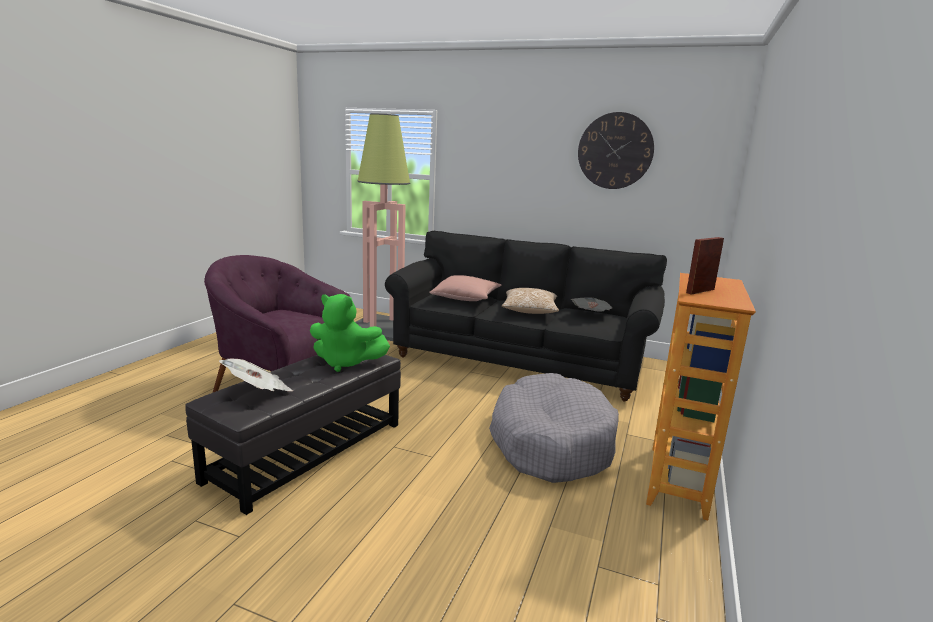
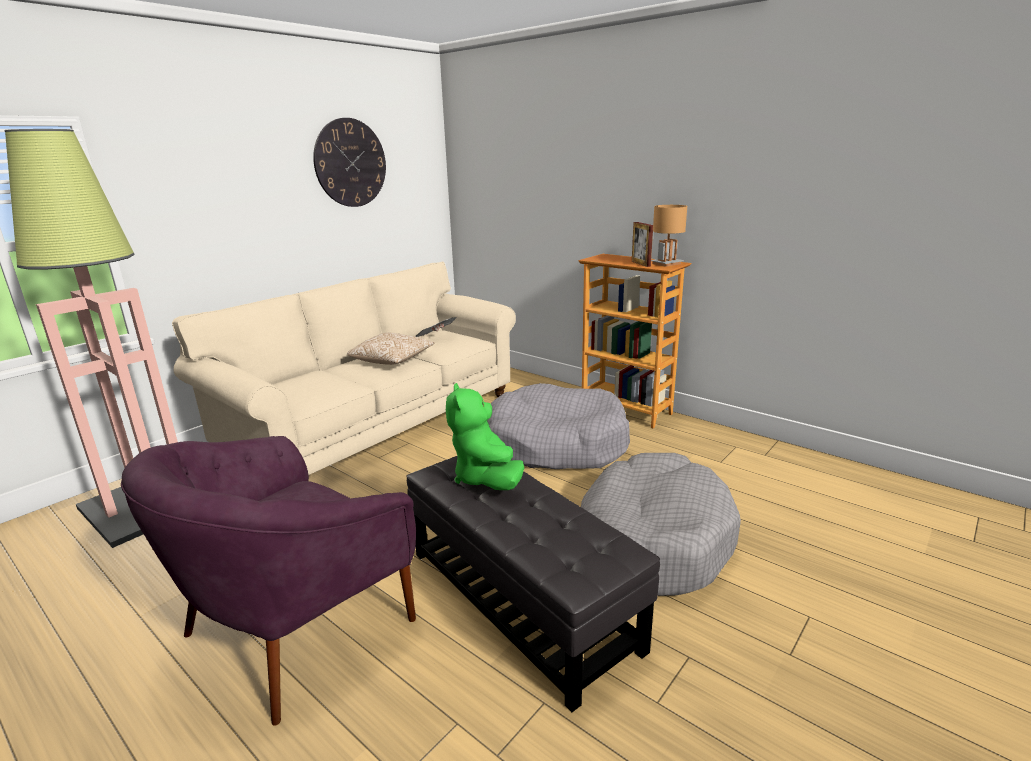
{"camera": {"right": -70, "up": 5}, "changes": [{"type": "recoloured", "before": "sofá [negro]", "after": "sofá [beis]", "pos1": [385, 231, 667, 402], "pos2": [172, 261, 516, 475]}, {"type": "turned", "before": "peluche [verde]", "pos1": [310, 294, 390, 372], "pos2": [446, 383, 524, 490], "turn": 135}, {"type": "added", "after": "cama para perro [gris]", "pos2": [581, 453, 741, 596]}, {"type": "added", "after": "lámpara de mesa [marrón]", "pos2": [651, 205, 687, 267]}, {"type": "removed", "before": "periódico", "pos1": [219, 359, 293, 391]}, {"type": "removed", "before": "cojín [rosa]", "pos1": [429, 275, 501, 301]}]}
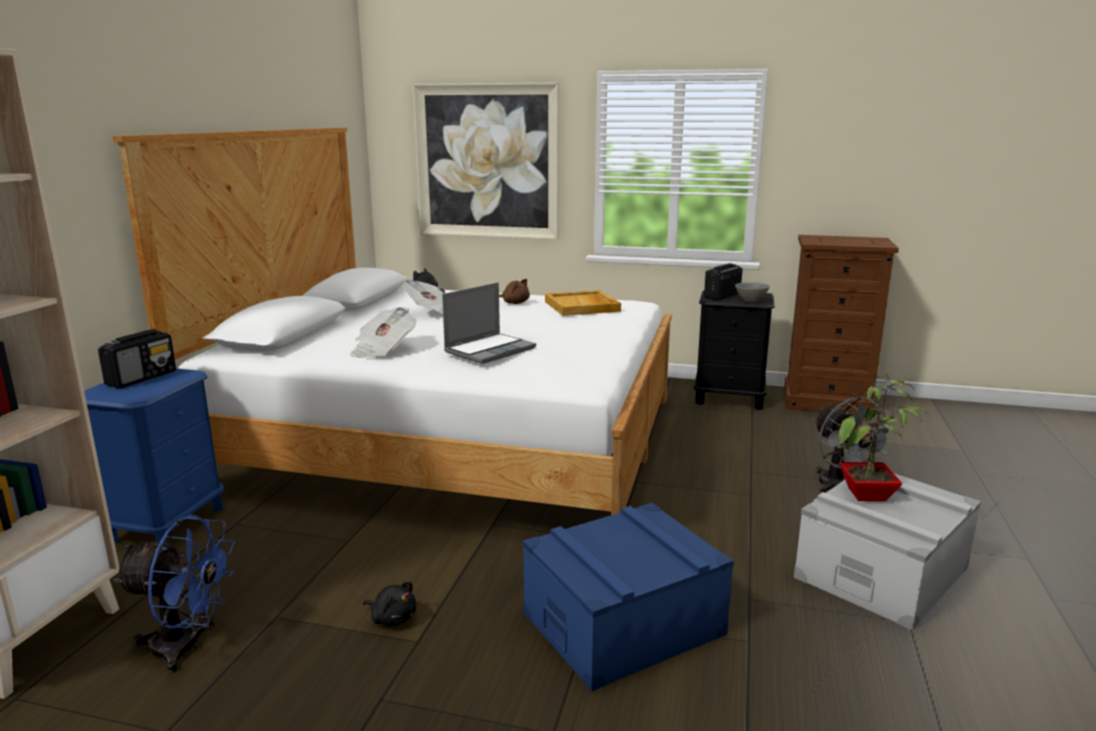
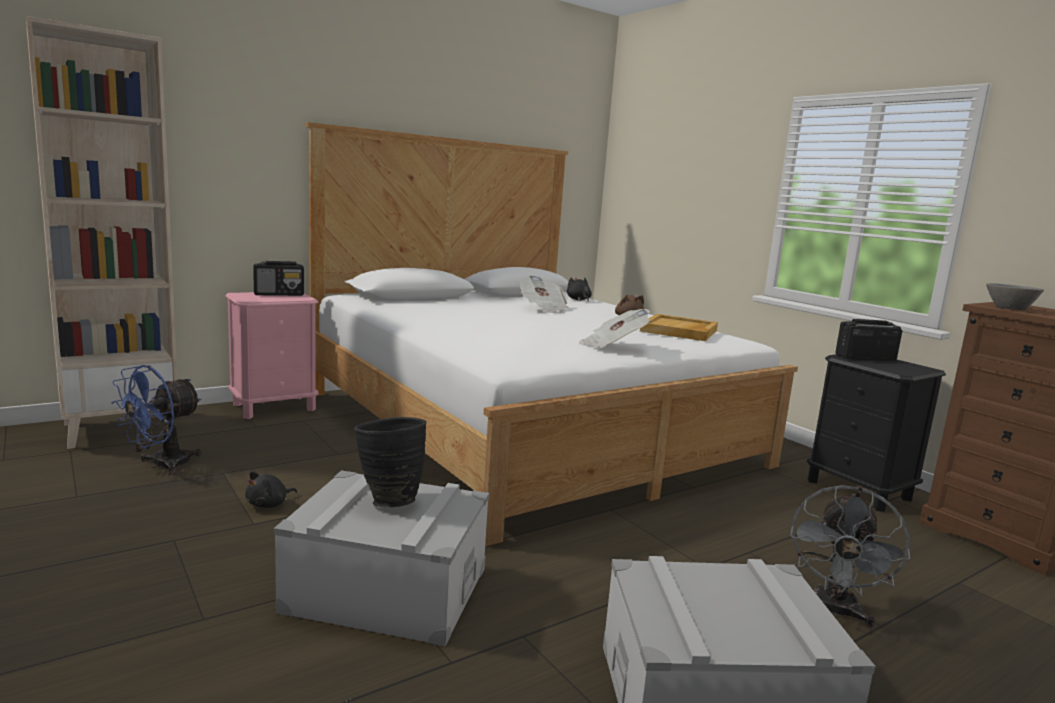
{"camera": {"right": 40, "up": -5}, "changes": [{"type": "turned", "before": "ventilador [azul]", "pos1": [113, 515, 235, 673], "pos2": [111, 365, 202, 475], "turn": 75}, {"type": "recoloured", "before": "mesita de noche [azul]", "after": "mesita de noche [rosa]", "pos1": [84, 368, 224, 543], "pos2": [225, 292, 319, 419]}, {"type": "turned", "before": "peluche [negro]", "pos1": [363, 581, 416, 626], "pos2": [245, 472, 297, 508], "turn": 60}, {"type": "recoloured", "before": "caja de almacenaje [azul]", "after": "caja de almacenaje [gris]", "pos1": [523, 503, 734, 692], "pos2": [274, 470, 489, 646]}, {"type": "added", "after": "florero [negro]", "pos2": [354, 417, 427, 507]}, {"type": "moved", "before": "periódico", "pos1": [350, 307, 416, 358], "pos2": [579, 309, 650, 348]}, {"type": "moved", "before": "cuenco [gris]", "pos1": [735, 282, 770, 302], "pos2": [986, 283, 1044, 310]}, {"type": "removed", "before": "cuadro", "pos1": [413, 83, 560, 240]}, {"type": "removed", "before": "portátil", "pos1": [442, 282, 536, 364]}, {"type": "removed", "before": "planta en maceta", "pos1": [837, 376, 931, 501]}]}
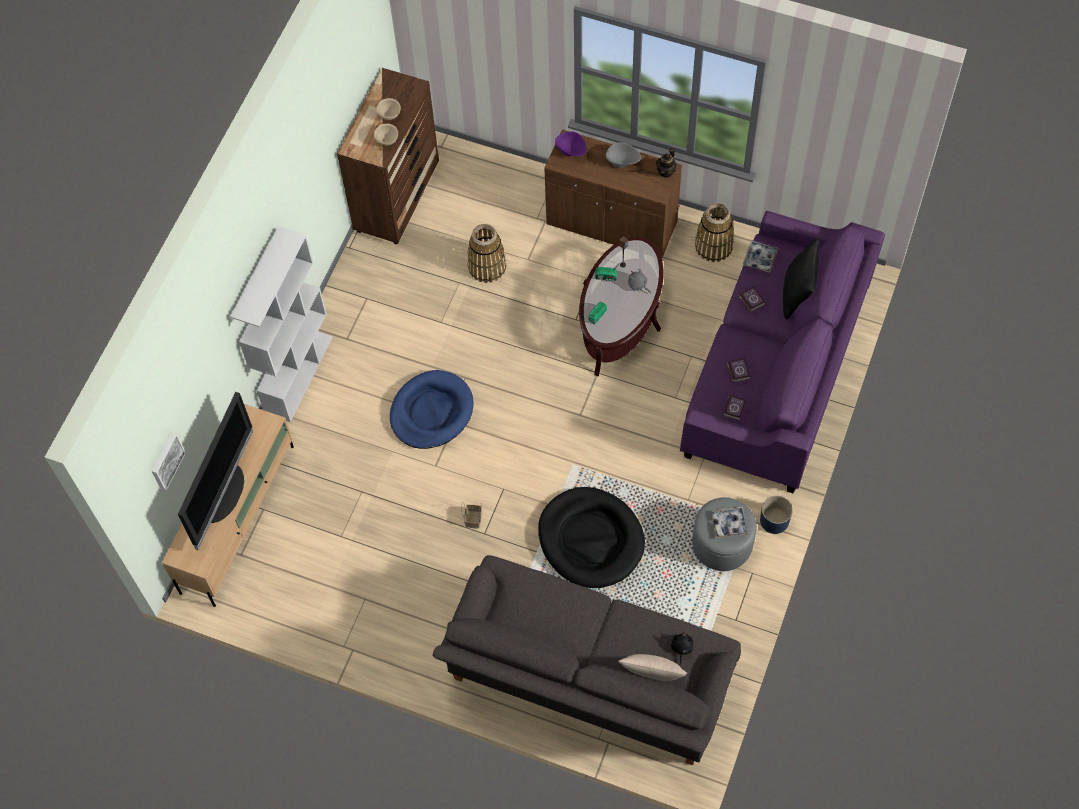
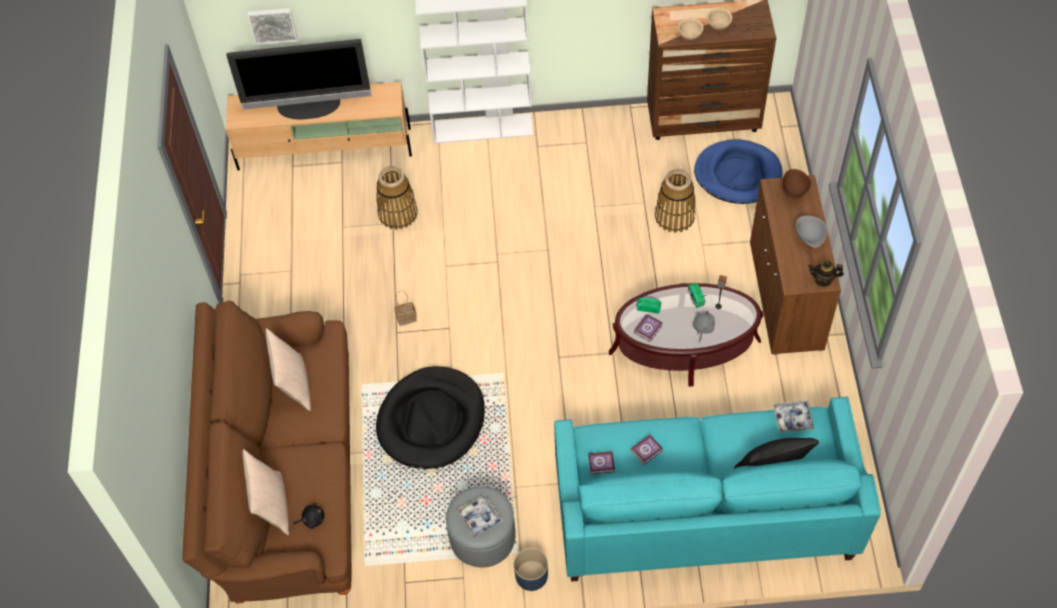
{"camera": {"right": 65, "up": -5}, "changes": [{"type": "recoloured", "before": "sofá [gris]", "after": "sofá [marrón]", "pos1": [433, 555, 741, 765], "pos2": [182, 301, 352, 604]}, {"type": "added", "after": "cojín [beis]", "pos2": [266, 328, 311, 411]}, {"type": "moved", "before": "cesta", "pos1": [695, 203, 734, 262], "pos2": [376, 166, 418, 230]}, {"type": "recoloured", "before": "sofá [morado]", "after": "sofá [turquesa]", "pos1": [680, 211, 885, 493], "pos2": [554, 396, 881, 582]}, {"type": "moved", "before": "libro", "pos1": [739, 286, 765, 312], "pos2": [634, 314, 662, 342]}, {"type": "moved", "before": "cama para perro [azul]", "pos1": [390, 370, 473, 449], "pos2": [694, 139, 782, 204]}, {"type": "recoloured", "before": "cuenco [morado]", "after": "cuenco [marrón]", "pos1": [555, 131, 587, 157], "pos2": [782, 169, 811, 200]}]}
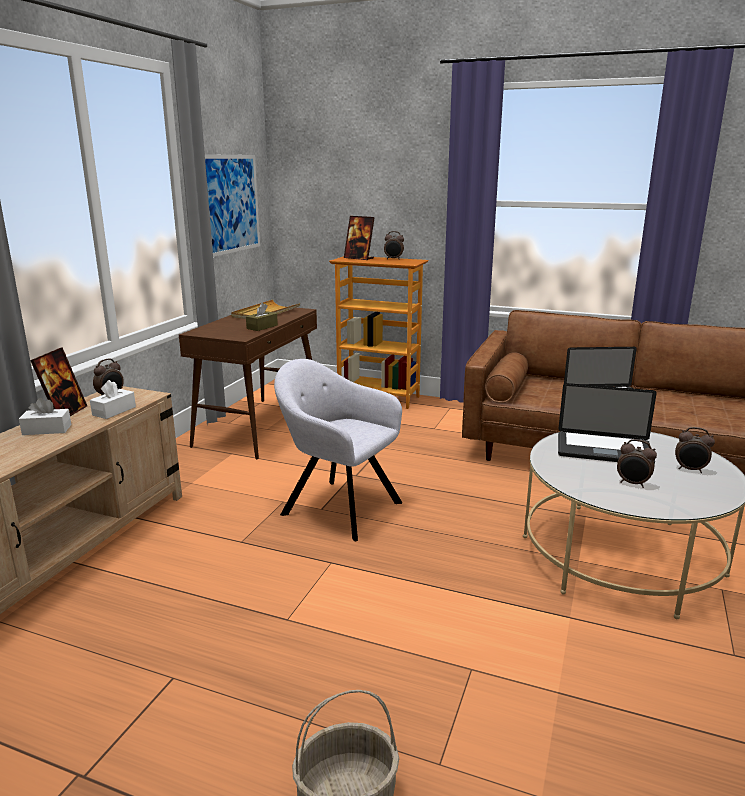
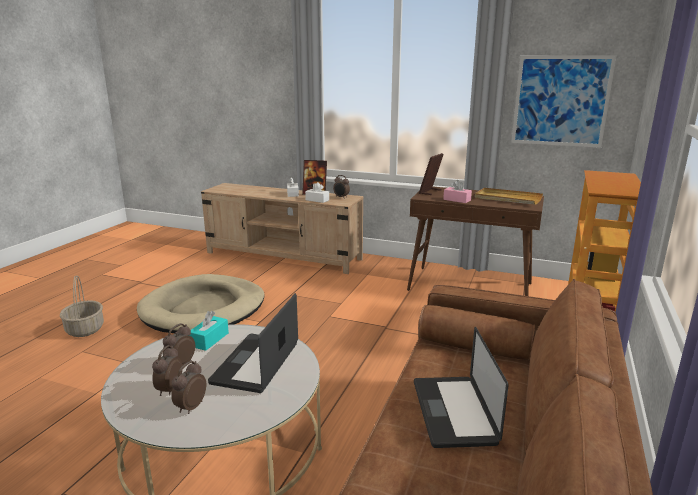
{"camera": {"right": 90, "up": 0}, "changes": [{"type": "added", "after": "cama para perro [beis]", "pos2": [137, 274, 265, 333]}, {"type": "moved", "before": "despertador", "pos1": [384, 231, 404, 260], "pos2": [152, 345, 182, 396]}, {"type": "added", "after": "caja de pañuelos [turquesa]", "pos2": [189, 311, 229, 351]}, {"type": "moved", "before": "portarretratos", "pos1": [344, 216, 375, 260], "pos2": [419, 153, 444, 195]}, {"type": "recoloured", "before": "caja de pañuelos [marrón]", "after": "caja de pañuelos [rosa]", "pos1": [246, 303, 278, 331], "pos2": [443, 180, 472, 203]}, {"type": "removed", "before": "sillón [gris]", "pos1": [274, 359, 402, 541]}]}
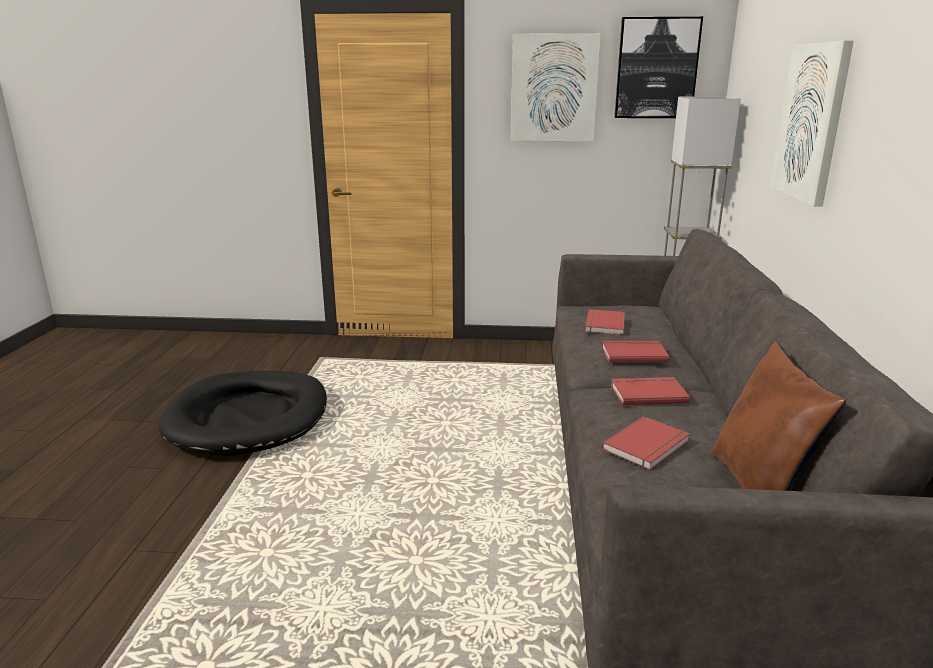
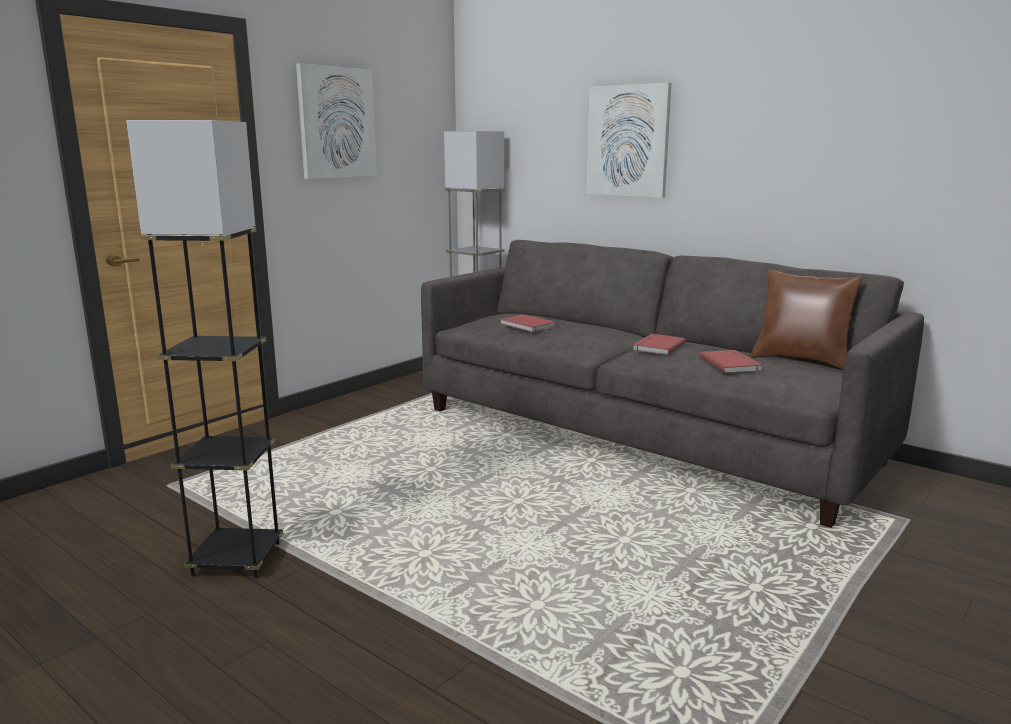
{"camera": {"right": -55, "up": -5}, "changes": [{"type": "replaced", "before": "cama para perro [negro]", "after": "lámpara de pie [negro]", "pos1": [159, 370, 327, 456], "pos2": [126, 120, 283, 579]}, {"type": "removed", "before": "libro [rojo]", "pos1": [602, 341, 670, 362]}, {"type": "removed", "before": "cuadro", "pos1": [614, 17, 703, 118]}]}
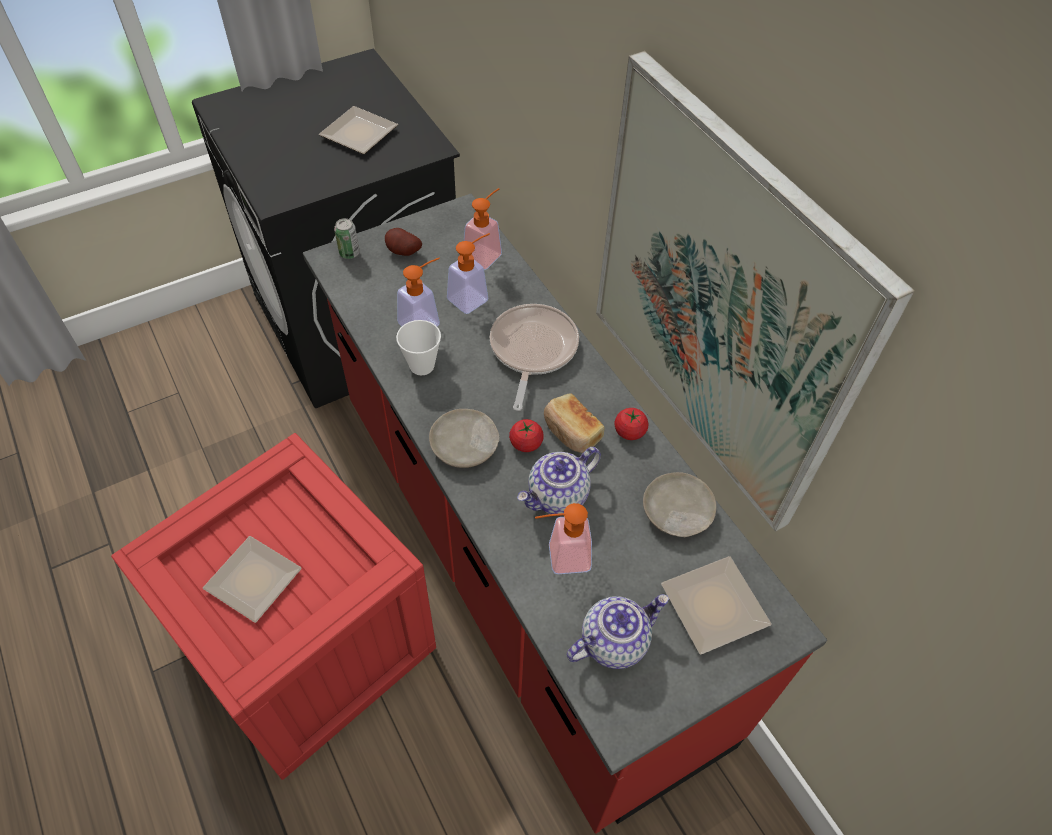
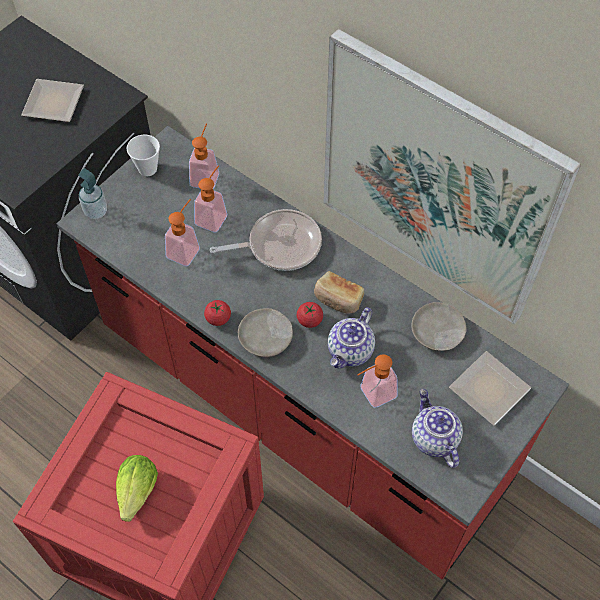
{"camera": {"right": -20, "up": 5}, "changes": [{"type": "replaced", "before": "lata", "after": "dispensador de jabón", "pos1": [334, 218, 360, 259], "pos2": [78, 168, 107, 219]}, {"type": "replaced", "before": "plato", "after": "lechuga", "pos1": [203, 536, 302, 623], "pos2": [116, 455, 158, 522]}, {"type": "moved", "before": "taza", "pos1": [396, 320, 441, 375], "pos2": [126, 135, 160, 176]}, {"type": "moved", "before": "tomate", "pos1": [614, 408, 648, 440], "pos2": [204, 300, 231, 326]}, {"type": "turned", "before": "sartén", "pos1": [490, 304, 579, 411], "pos2": [210, 209, 322, 271], "turn": 90}, {"type": "turned", "before": "tetera", "pos1": [567, 594, 669, 669], "pos2": [412, 389, 463, 468], "turn": -60}, {"type": "removed", "before": "patata", "pos1": [385, 228, 422, 256]}]}
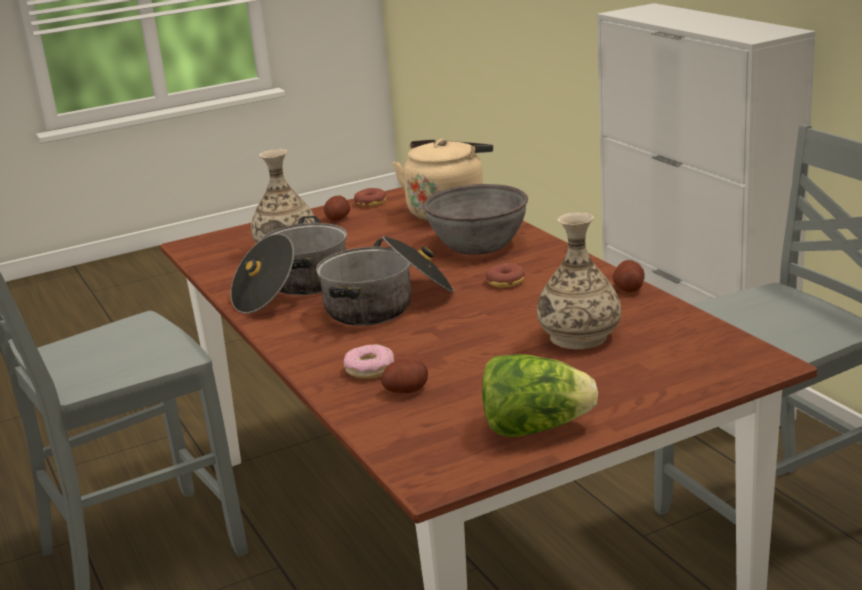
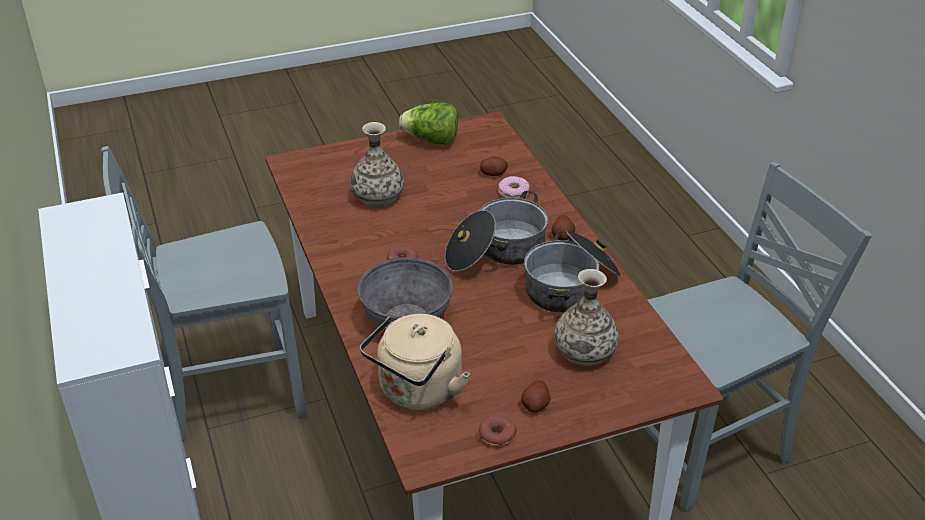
{"camera": {"right": -175, "up": 15}, "changes": [{"type": "moved", "before": "patata", "pos1": [612, 260, 644, 292], "pos2": [551, 215, 576, 241]}]}
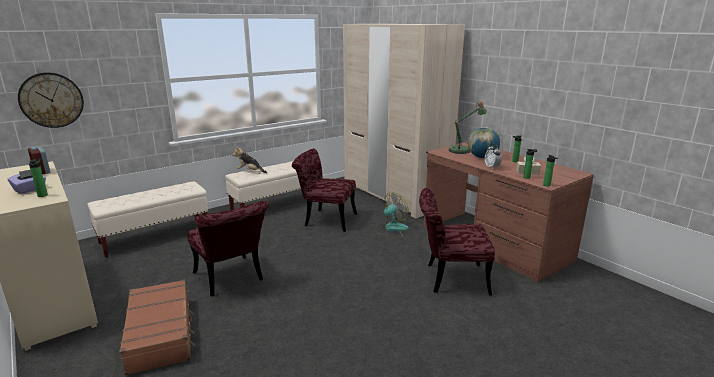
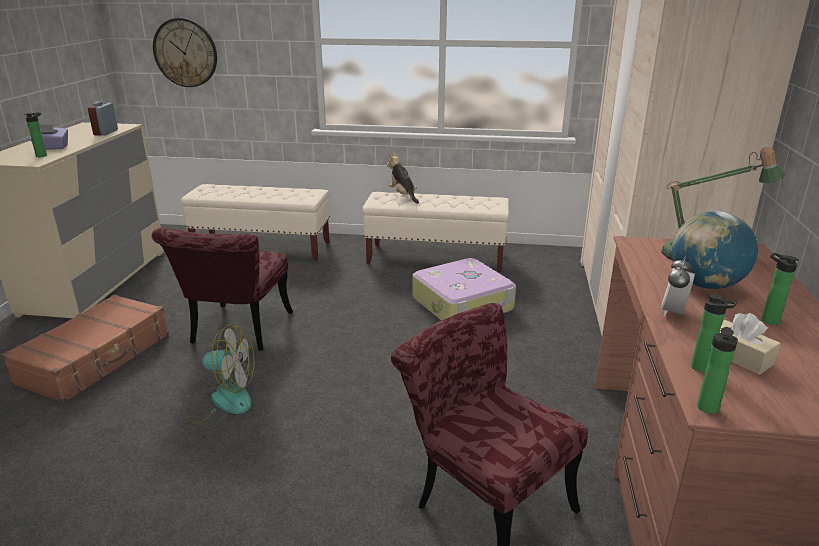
{"camera": {"right": 45, "up": 5}, "changes": [{"type": "moved", "before": "ventilador", "pos1": [377, 192, 409, 238], "pos2": [184, 324, 254, 424]}, {"type": "replaced", "before": "silla [rojo]", "after": "maleta", "pos1": [292, 149, 357, 232], "pos2": [412, 258, 516, 320]}]}
